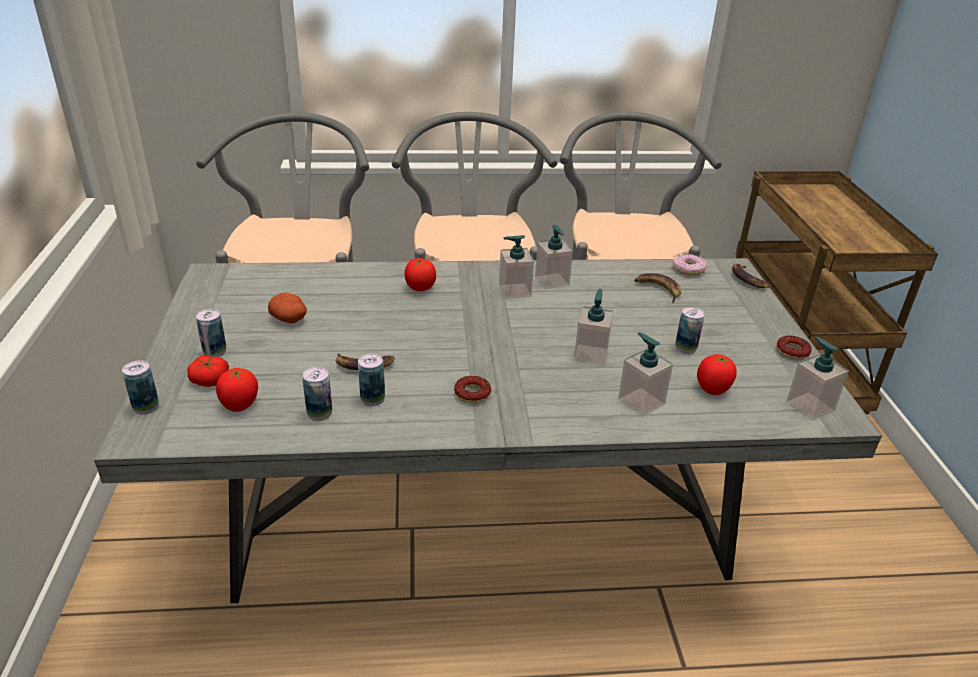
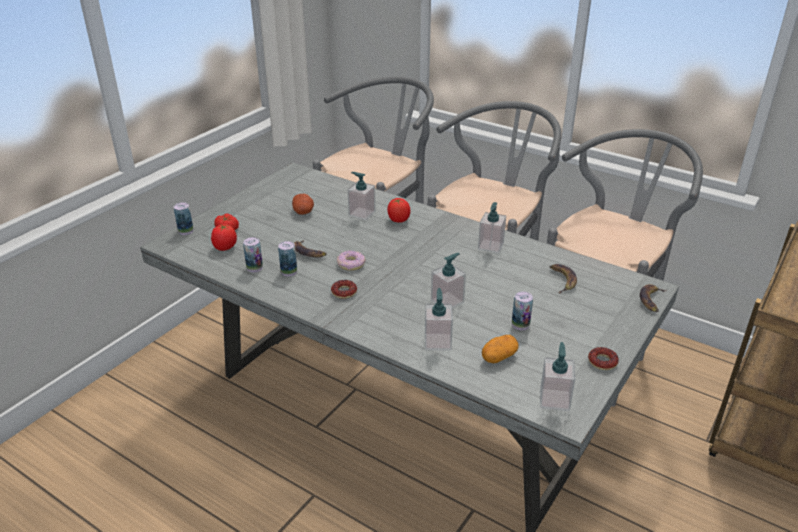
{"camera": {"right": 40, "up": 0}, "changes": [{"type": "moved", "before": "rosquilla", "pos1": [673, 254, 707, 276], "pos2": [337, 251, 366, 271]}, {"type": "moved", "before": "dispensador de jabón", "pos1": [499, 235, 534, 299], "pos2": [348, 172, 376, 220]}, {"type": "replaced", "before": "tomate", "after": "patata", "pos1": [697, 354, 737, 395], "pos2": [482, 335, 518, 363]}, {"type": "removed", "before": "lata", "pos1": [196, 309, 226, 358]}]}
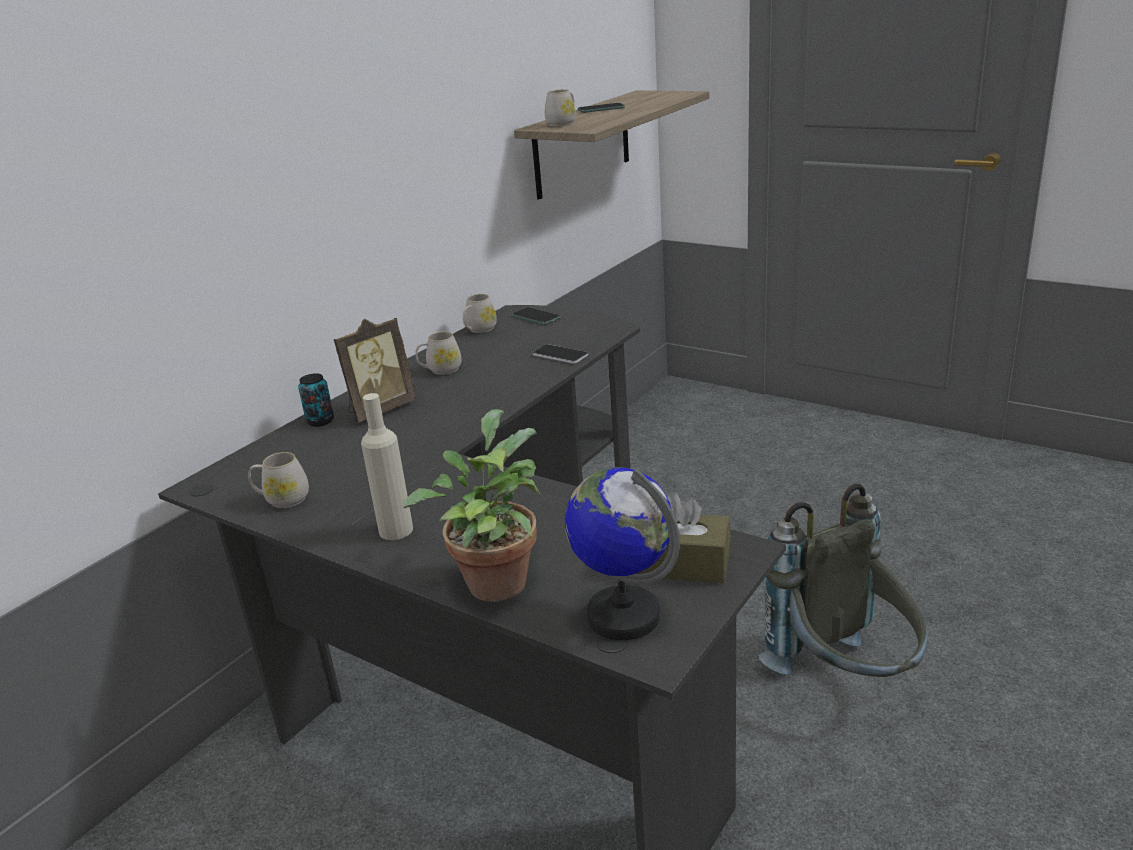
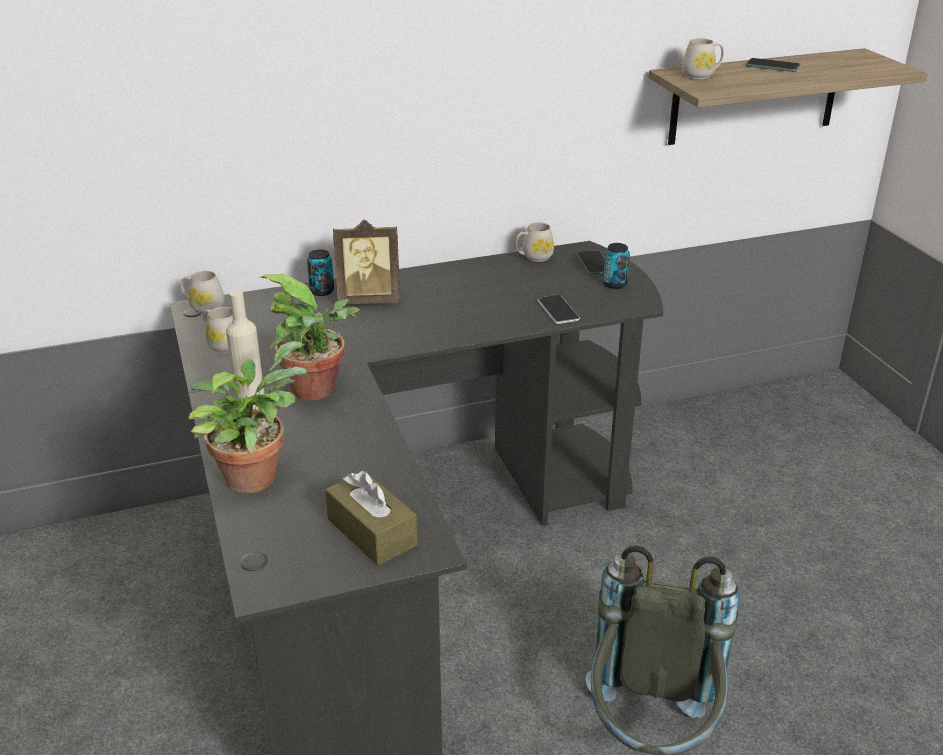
{"camera": {"right": 35, "up": 5}, "changes": [{"type": "moved", "before": "taza grande [blanco]", "pos1": [415, 331, 461, 375], "pos2": [180, 271, 224, 314]}, {"type": "added", "after": "planta en maceta", "pos2": [261, 274, 359, 400]}, {"type": "added", "after": "lata", "pos2": [603, 243, 630, 289]}, {"type": "removed", "before": "globo terráqueo", "pos1": [565, 467, 680, 640]}]}
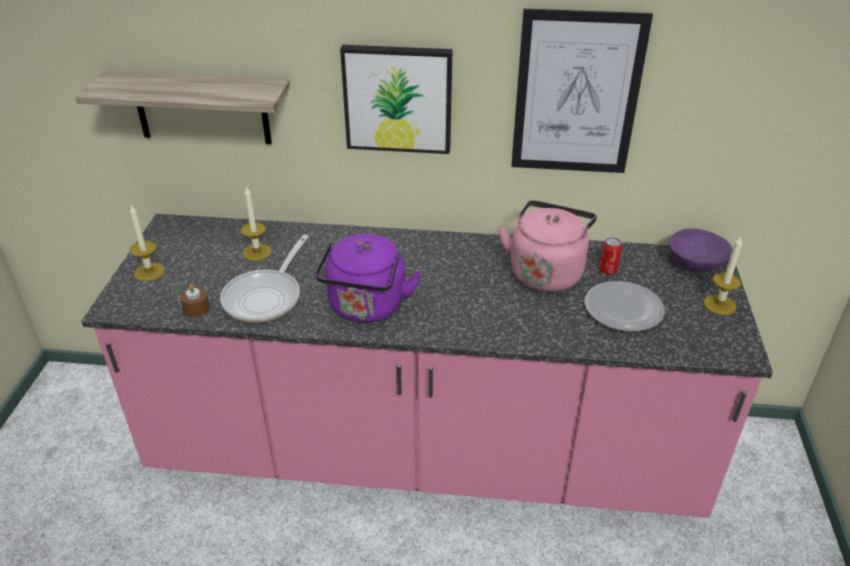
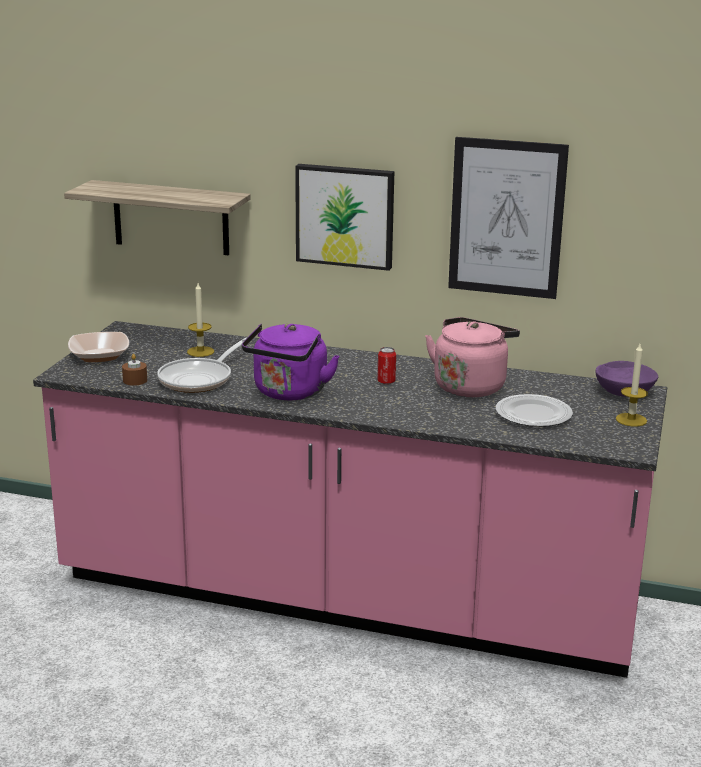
{"camera": {"right": 10, "up": -15}, "changes": [{"type": "replaced", "before": "vela", "after": "cuenco", "pos1": [129, 205, 165, 281], "pos2": [68, 332, 129, 362]}, {"type": "moved", "before": "lata", "pos1": [599, 237, 622, 275], "pos2": [377, 347, 396, 384]}]}
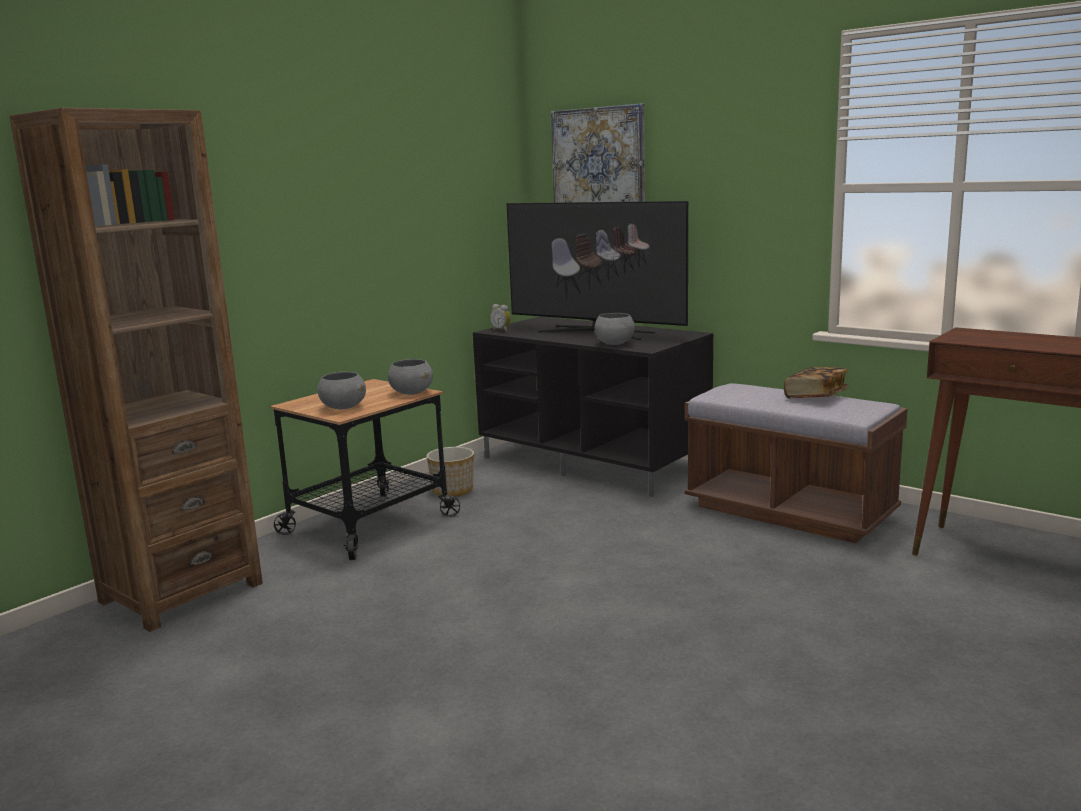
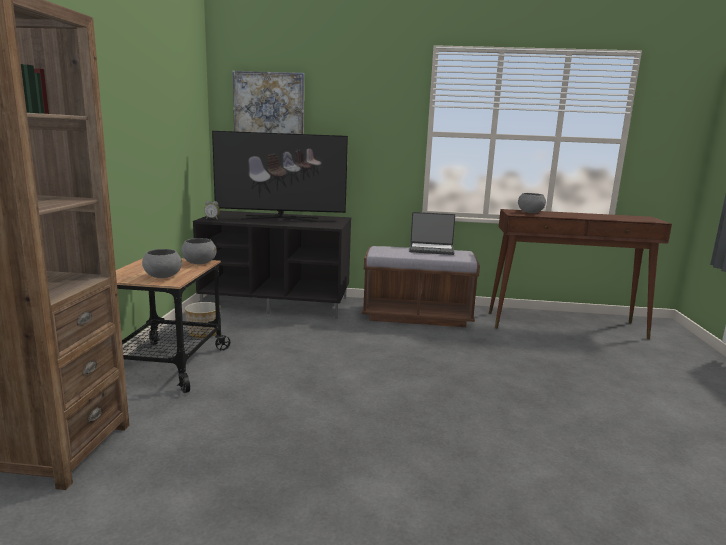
{"camera": {"right": -35, "up": 0}, "changes": [{"type": "replaced", "before": "libro", "after": "portátil", "pos1": [784, 367, 848, 398], "pos2": [409, 212, 455, 255]}, {"type": "moved", "before": "cuenco [gris]", "pos1": [595, 313, 635, 345], "pos2": [518, 193, 546, 213]}]}
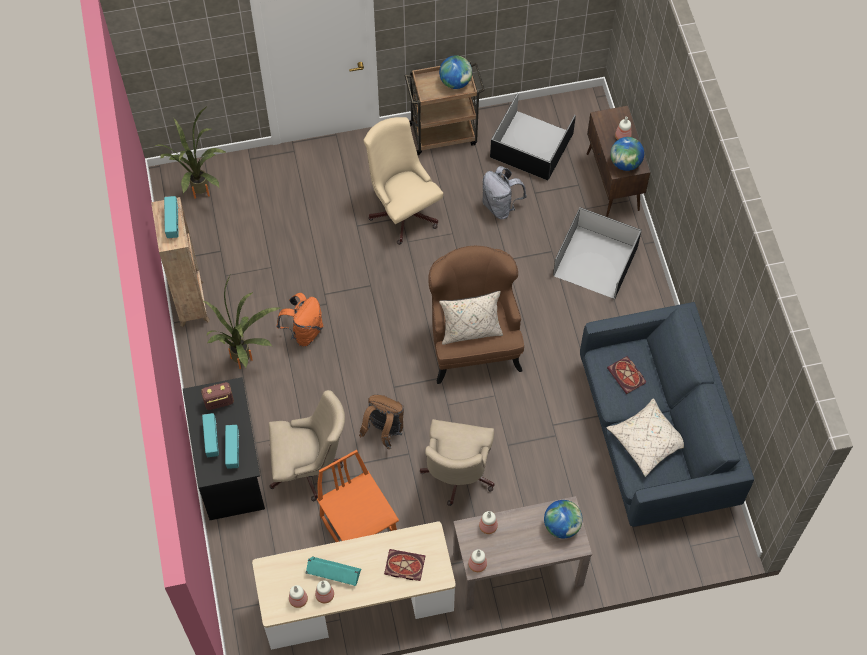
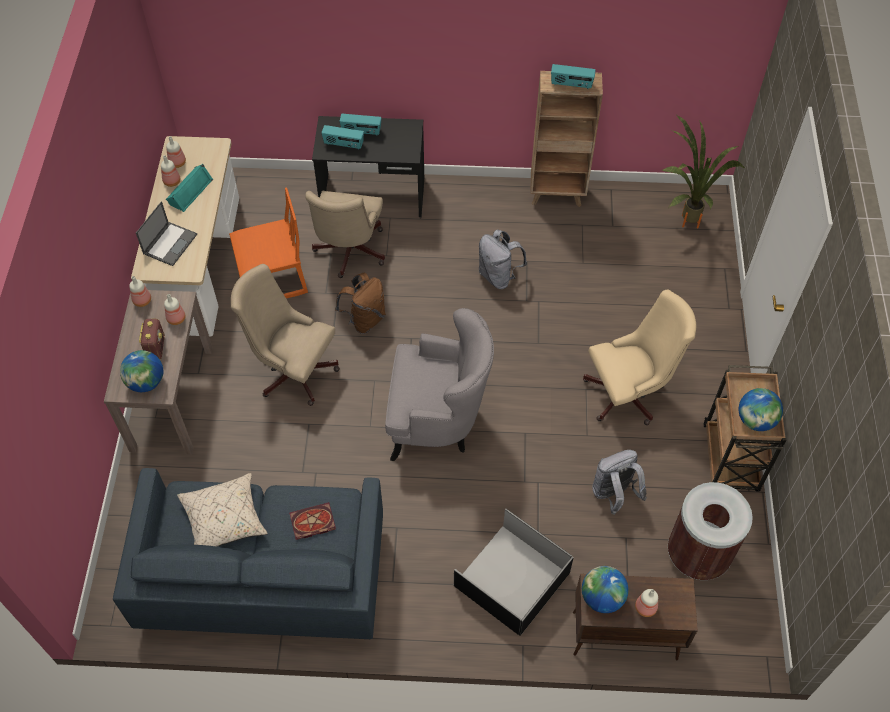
{"camera": {"right": 105, "up": -5}, "changes": [{"type": "replaced", "before": "libro", "after": "portátil", "pos1": [384, 549, 426, 581], "pos2": [136, 201, 197, 266]}, {"type": "moved", "before": "radio", "pos1": [201, 382, 234, 410], "pos2": [139, 319, 165, 359]}, {"type": "recoloured", "before": "sillón [marrón]", "after": "sillón [gris]", "pos1": [428, 246, 524, 384], "pos2": [385, 308, 494, 461]}, {"type": "recoloured", "before": "mochila [naranja]", "after": "mochila [gris]", "pos1": [276, 293, 323, 347], "pos2": [479, 229, 527, 289]}, {"type": "replaced", "before": "caja de almacenaje [negro]", "after": "papelera [marrón]", "pos1": [490, 93, 576, 181], "pos2": [668, 482, 753, 580]}, {"type": "removed", "before": "planta en maceta", "pos1": [204, 273, 280, 369]}, {"type": "removed", "before": "cojín [beis]", "pos1": [439, 291, 503, 345]}]}
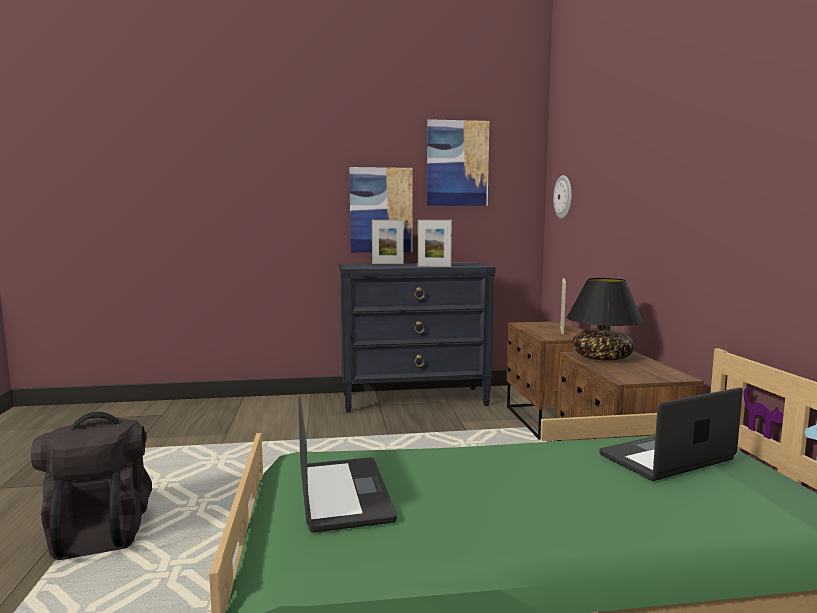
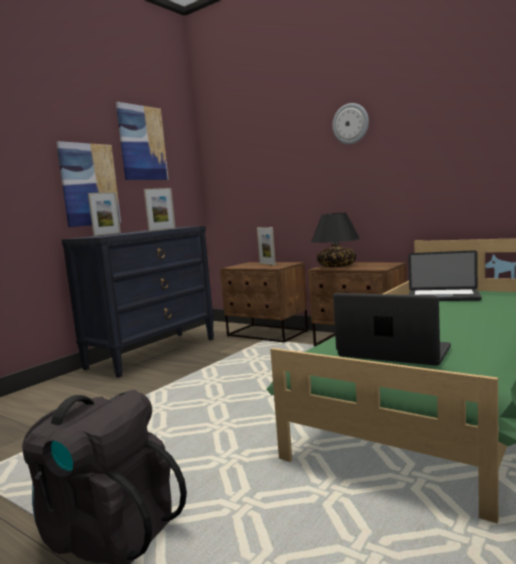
{"camera": {"right": -45, "up": 0}, "changes": [{"type": "moved", "before": "reloj de pared", "pos1": [553, 175, 572, 219], "pos2": [332, 103, 369, 144]}, {"type": "turned", "before": "portátil", "pos1": [599, 387, 743, 481], "pos2": [408, 250, 482, 301], "turn": -90}]}
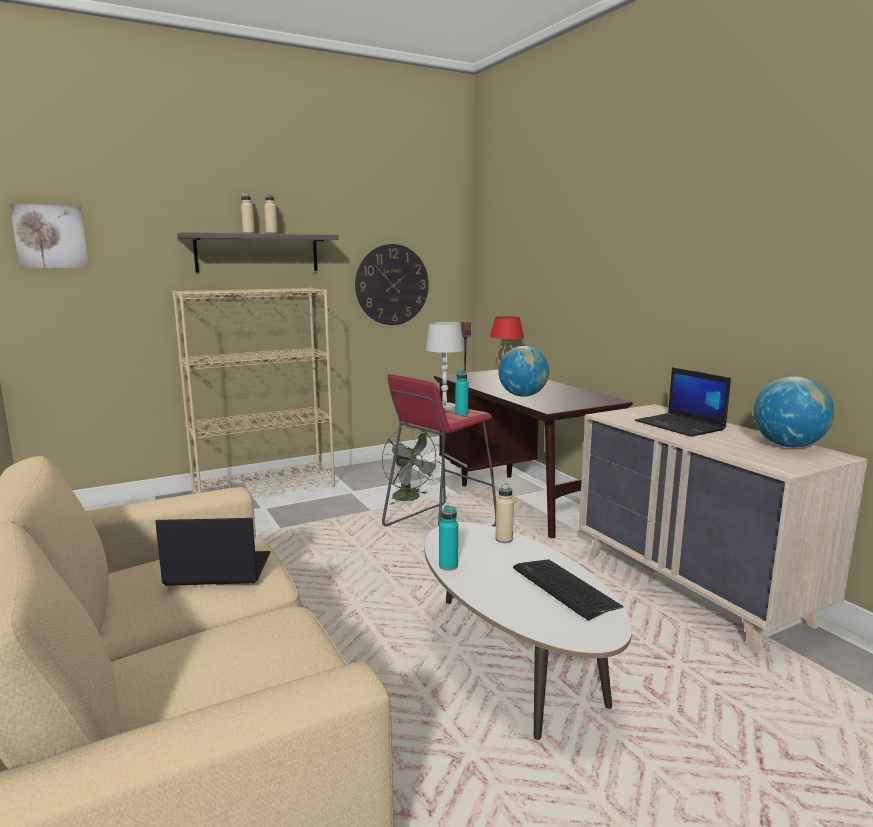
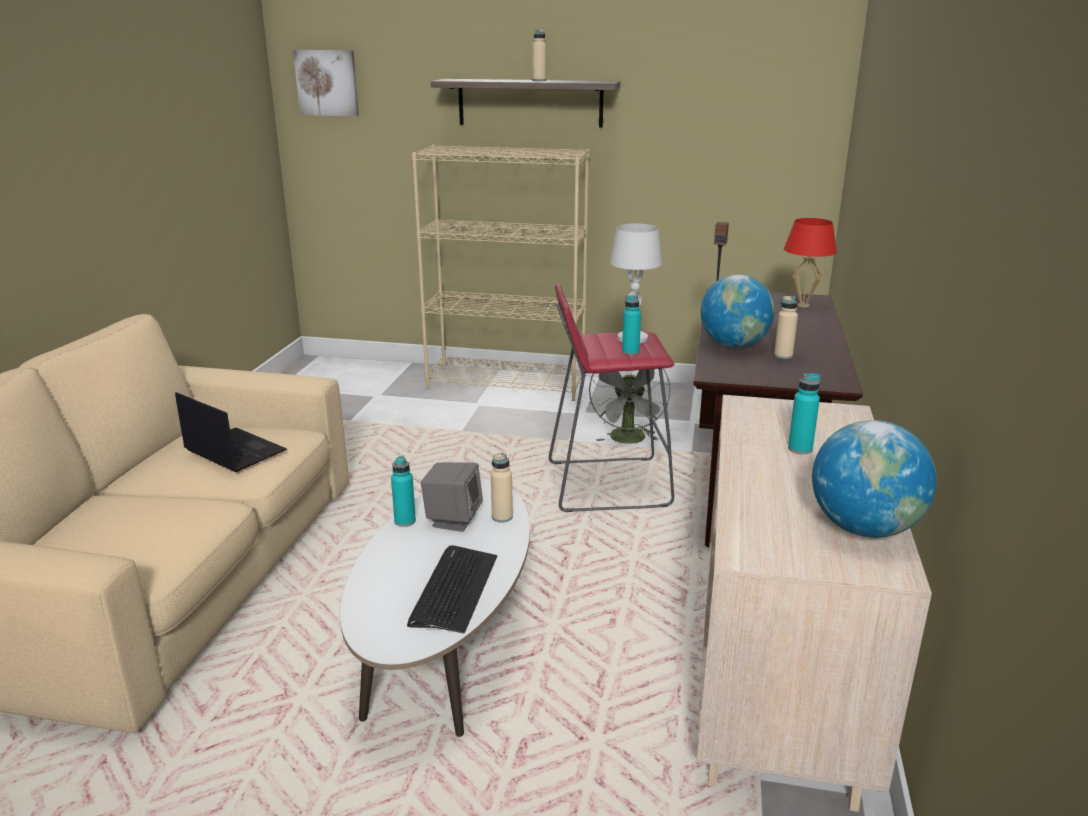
{"camera": {"right": 40, "up": 10}, "changes": [{"type": "added", "after": "altavoz [gris]", "pos2": [421, 462, 483, 532]}, {"type": "moved", "before": "botella [beis]", "pos1": [241, 193, 255, 234], "pos2": [774, 296, 798, 359]}, {"type": "replaced", "before": "portátil", "after": "botella [turquesa]", "pos1": [635, 367, 731, 437], "pos2": [788, 373, 821, 454]}, {"type": "removed", "before": "reloj de pared", "pos1": [355, 244, 429, 325]}]}
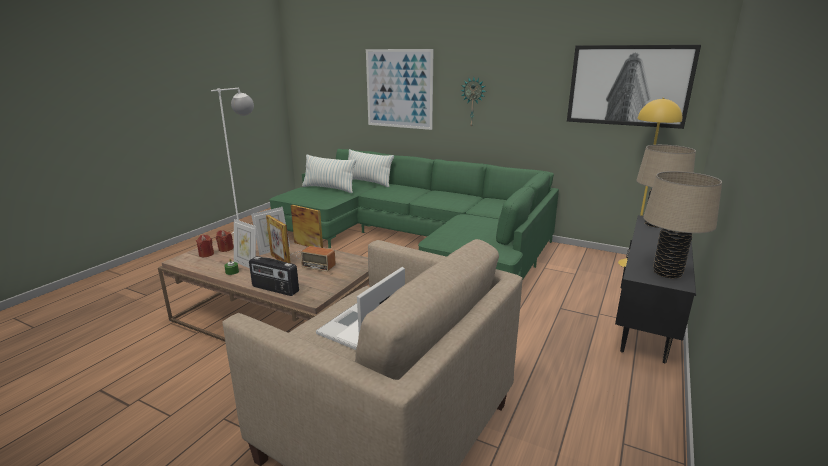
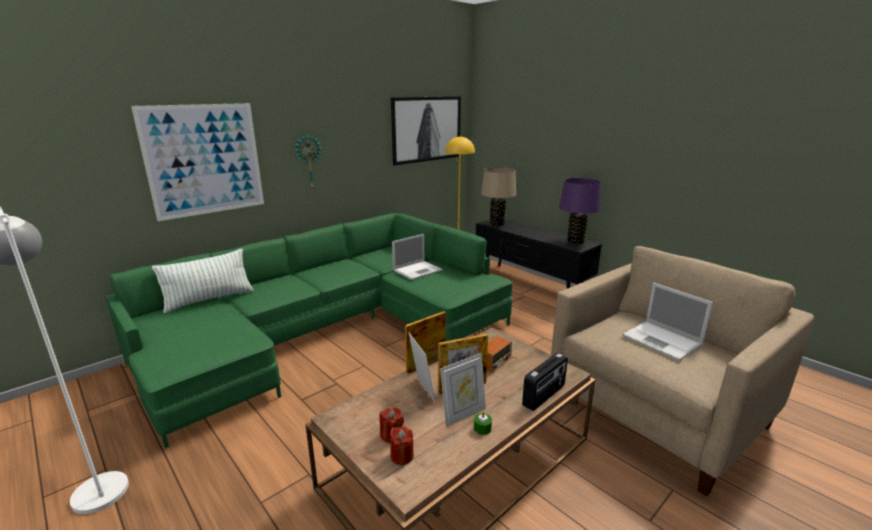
{"camera": {"right": -70, "up": 0}, "changes": [{"type": "added", "after": "portátil", "pos2": [392, 234, 443, 280]}, {"type": "recoloured", "before": "lámpara de mesa [beis]", "after": "lámpara de mesa [morado]", "pos1": [643, 171, 722, 278], "pos2": [559, 178, 601, 244]}, {"type": "removed", "before": "cojín", "pos1": [302, 155, 356, 193]}]}
